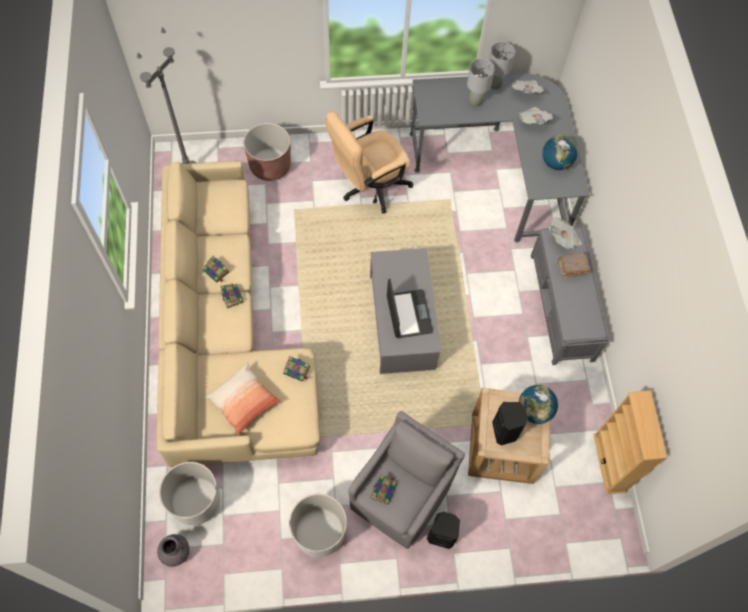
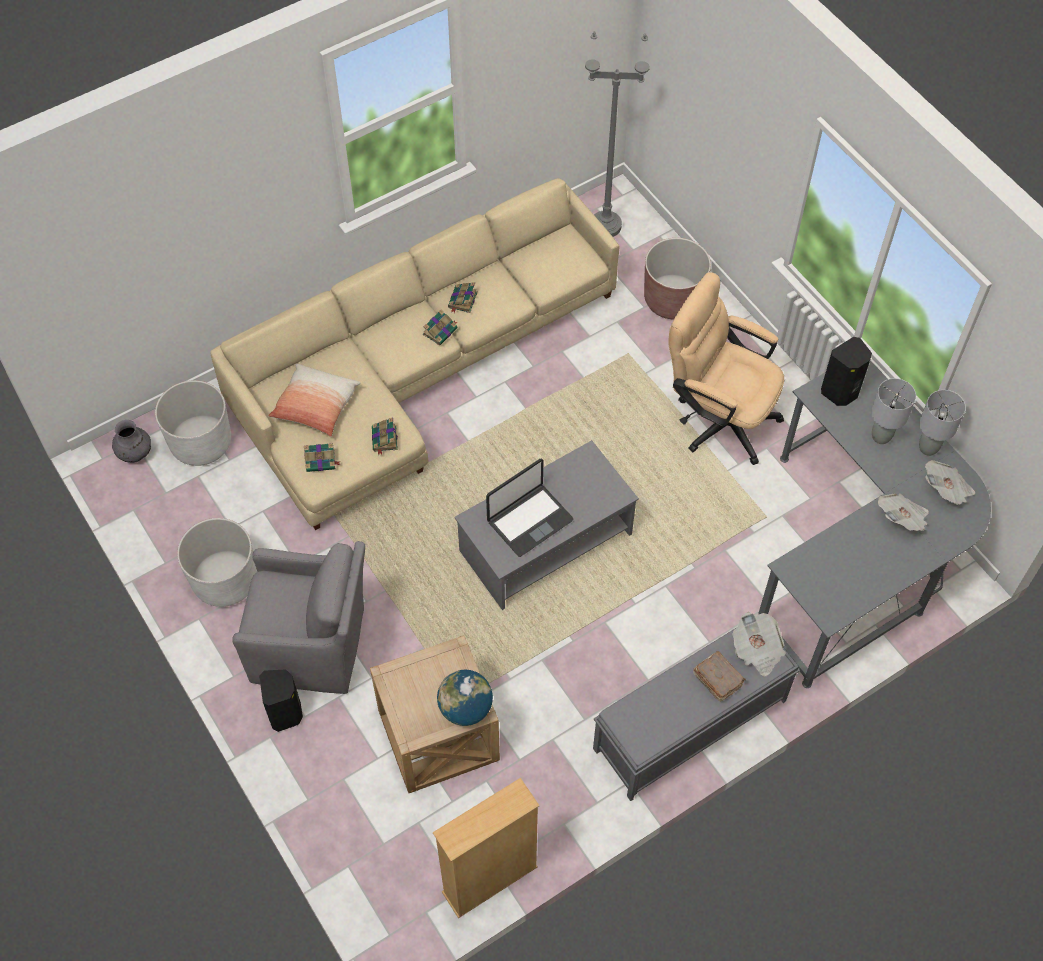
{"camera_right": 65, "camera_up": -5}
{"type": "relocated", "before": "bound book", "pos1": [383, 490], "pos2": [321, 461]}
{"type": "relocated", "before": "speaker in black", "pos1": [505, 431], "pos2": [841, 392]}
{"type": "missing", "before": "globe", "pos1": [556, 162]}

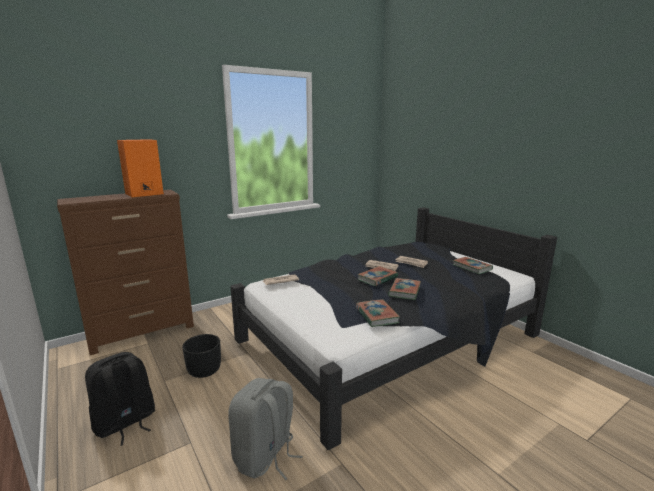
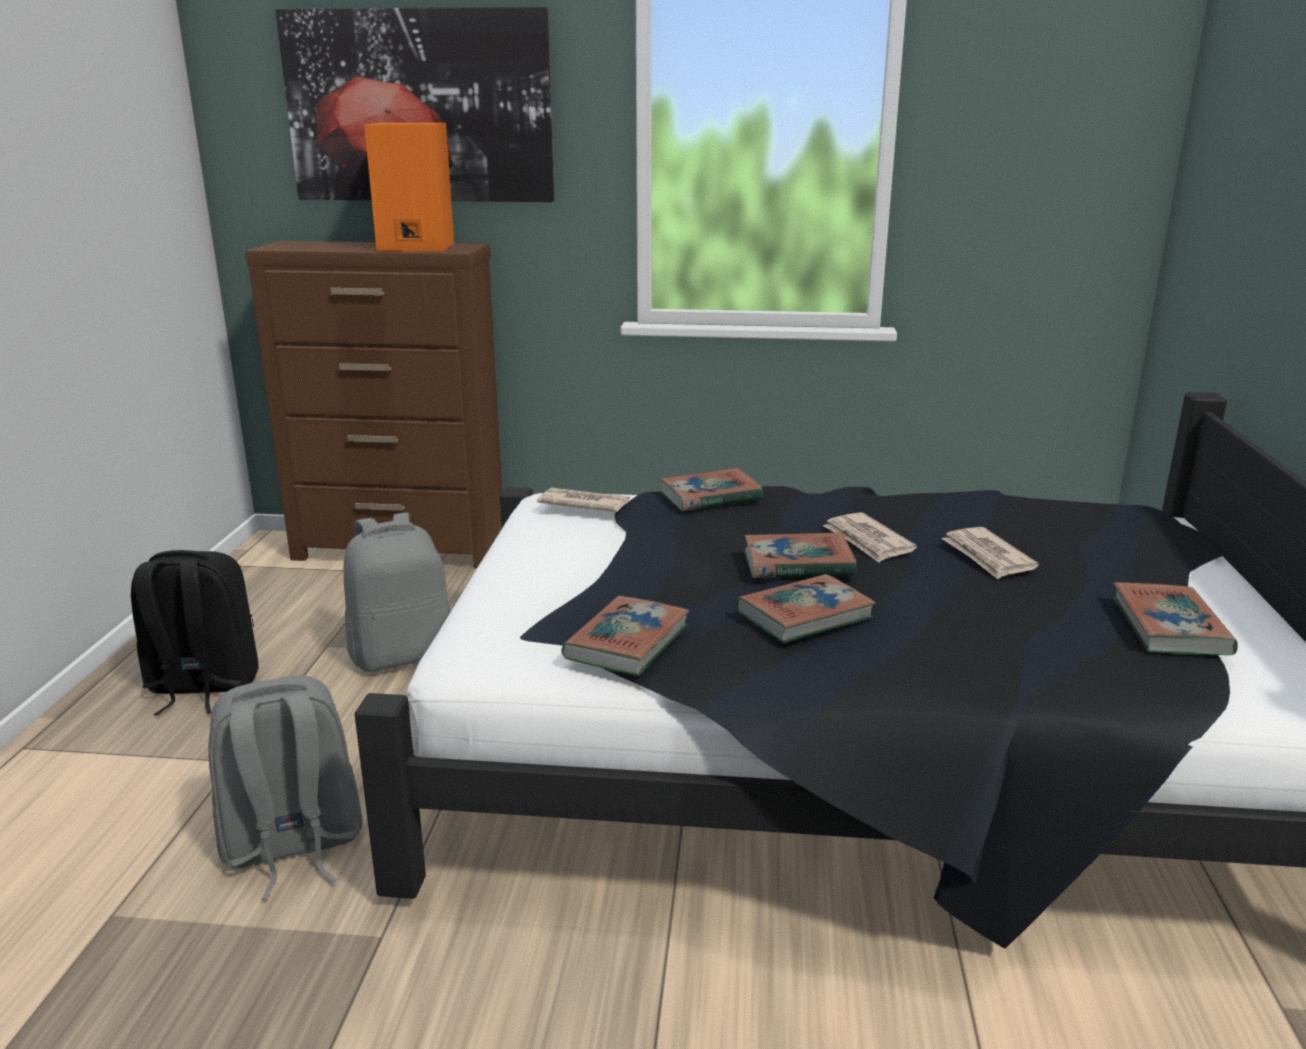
{"camera_right": 40, "camera_up": 5}
{"type": "exchanged", "before": "flower pot in black", "after": "backpack in gray", "pos1": [204, 370], "pos2": [402, 655]}
{"type": "appeared", "after": "wall art", "pos2": [419, 107]}
{"type": "appeared", "after": "bound book", "pos2": [710, 497]}

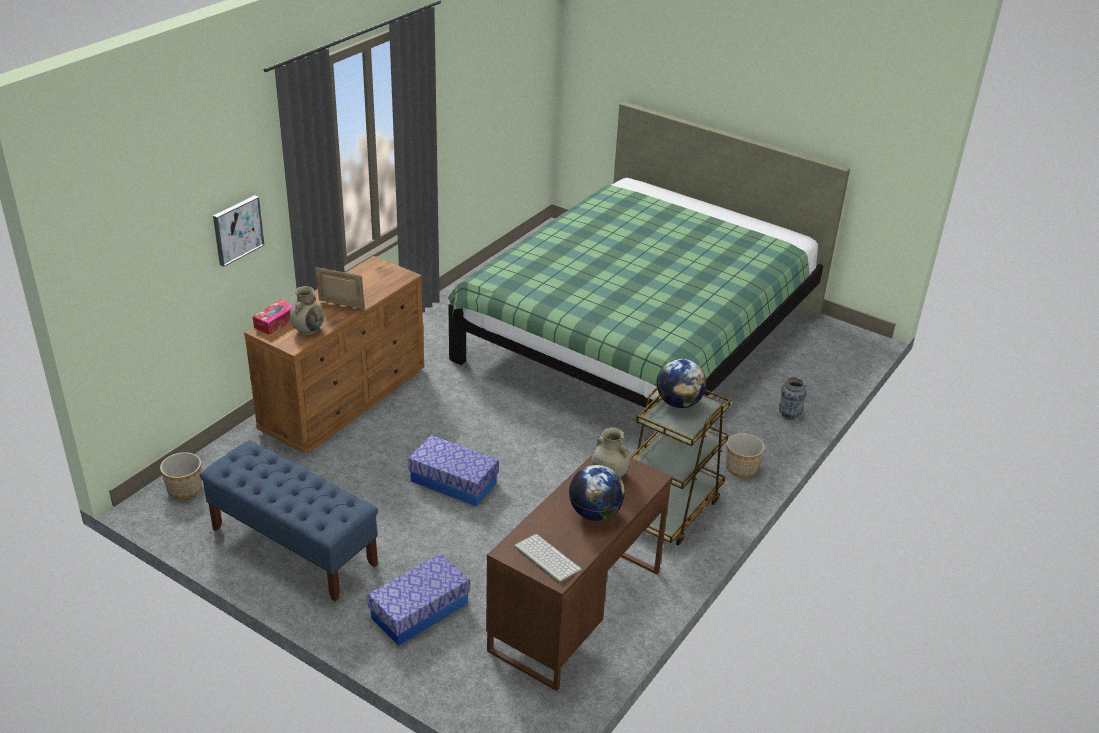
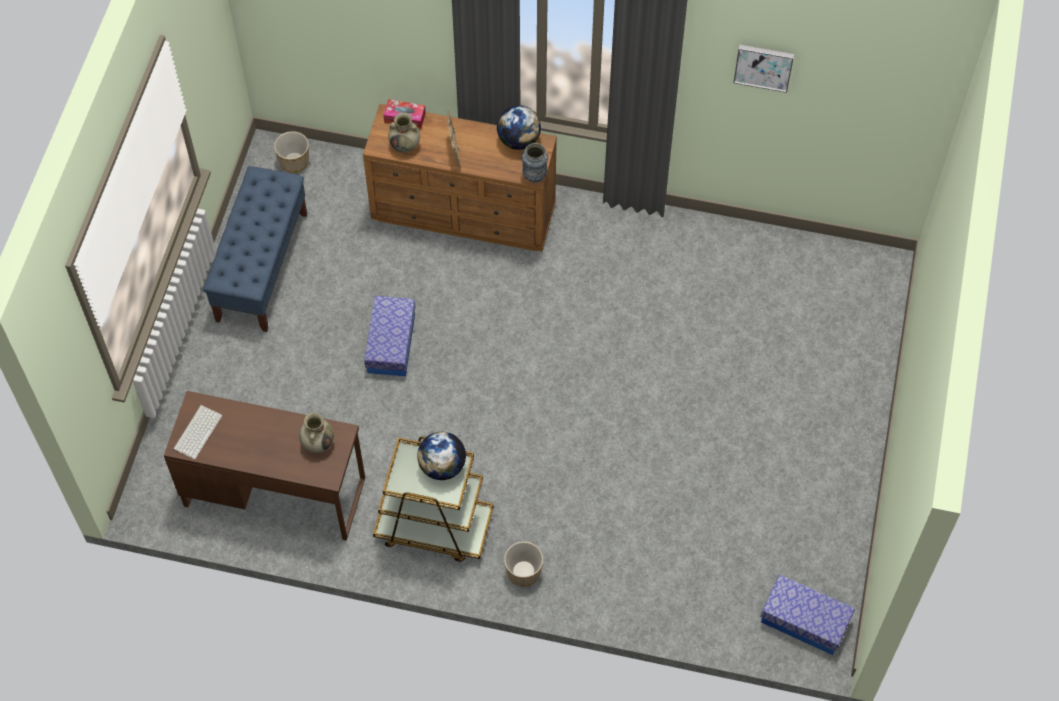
{"camera_right": 70, "camera_up": 25}
{"type": "relocated", "before": "wall art", "pos1": [237, 230], "pos2": [763, 66]}
{"type": "relocated", "before": "storage bin", "pos1": [419, 611], "pos2": [804, 621]}
{"type": "missing", "before": "bed in greenish", "pos1": [639, 337]}
{"type": "relocated", "before": "globe", "pos1": [595, 513], "pos2": [519, 140]}
{"type": "relocated", "before": "vase", "pos1": [789, 415], "pos2": [534, 176]}

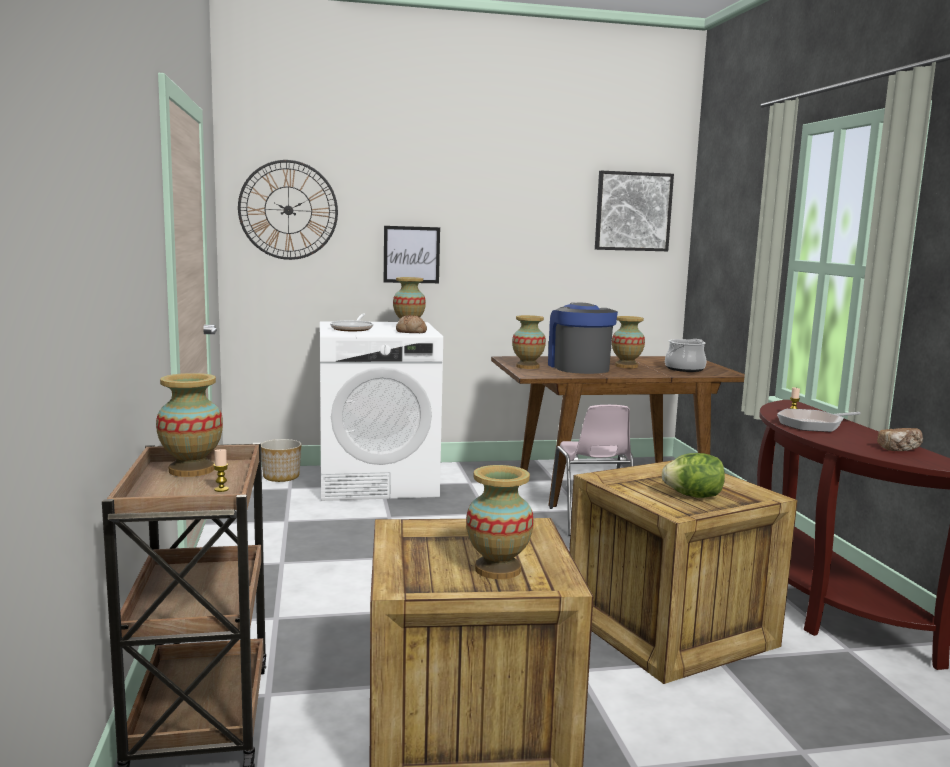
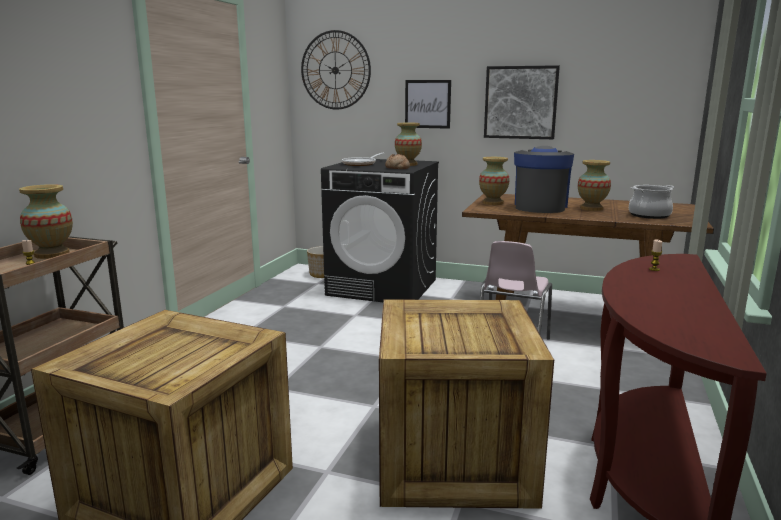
{"camera_right": 30, "camera_up": 5}
{"type": "colour", "before": "laundry appliance in white", "after": "laundry appliance in black", "pos1": [378, 481], "pos2": [383, 287]}
{"type": "missing", "before": "vase", "pos1": [497, 569]}
{"type": "relocated", "before": "wall art", "pos1": [633, 211], "pos2": [520, 102]}
{"type": "missing", "before": "head of lettuce", "pos1": [693, 496]}
{"type": "missing", "before": "frying pan", "pos1": [813, 425]}
{"type": "missing", "before": "bread", "pos1": [900, 449]}

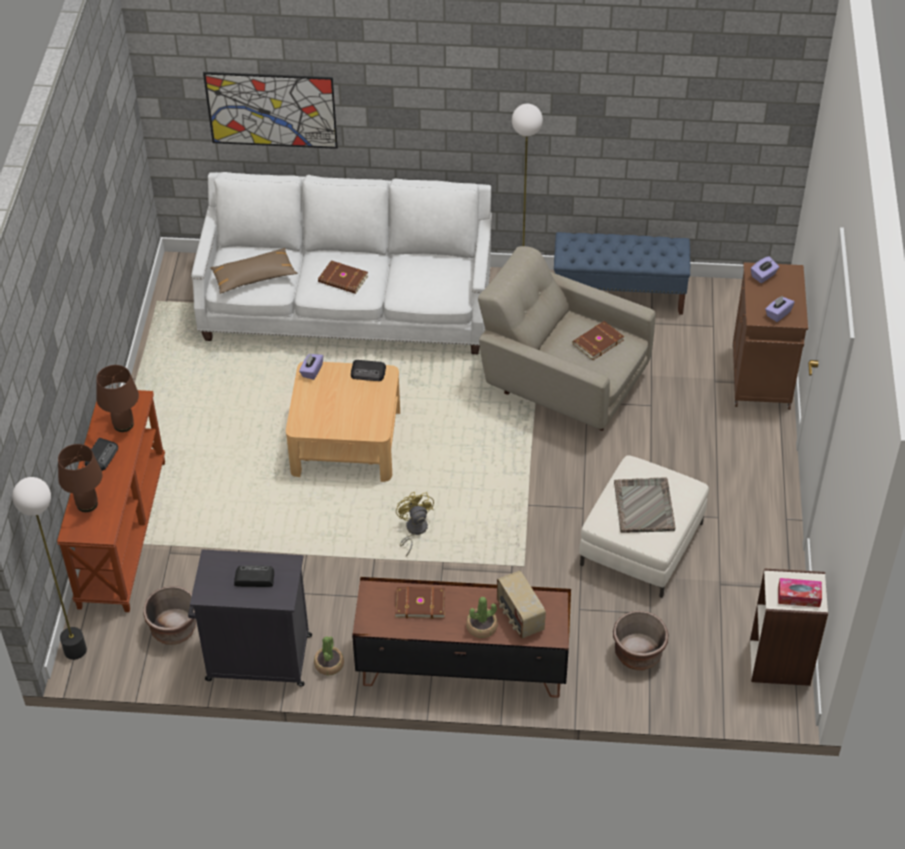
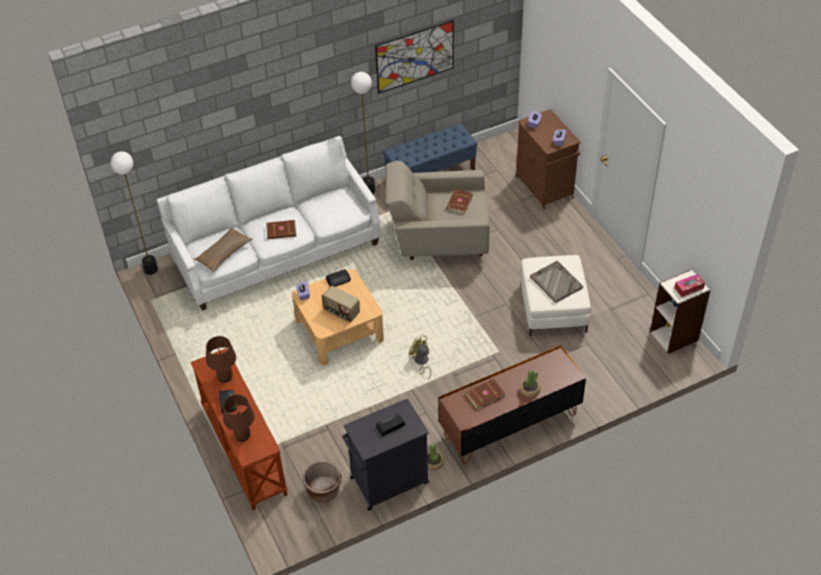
{"camera_right": -30, "camera_up": 0}
{"type": "relocated", "before": "floor lamp", "pos1": [75, 650], "pos2": [151, 269]}
{"type": "relocated", "before": "wall art", "pos1": [271, 110], "pos2": [415, 56]}
{"type": "relocated", "before": "radio", "pos1": [519, 617], "pos2": [341, 312]}
{"type": "missing", "before": "flower pot in brown", "pos1": [638, 654]}

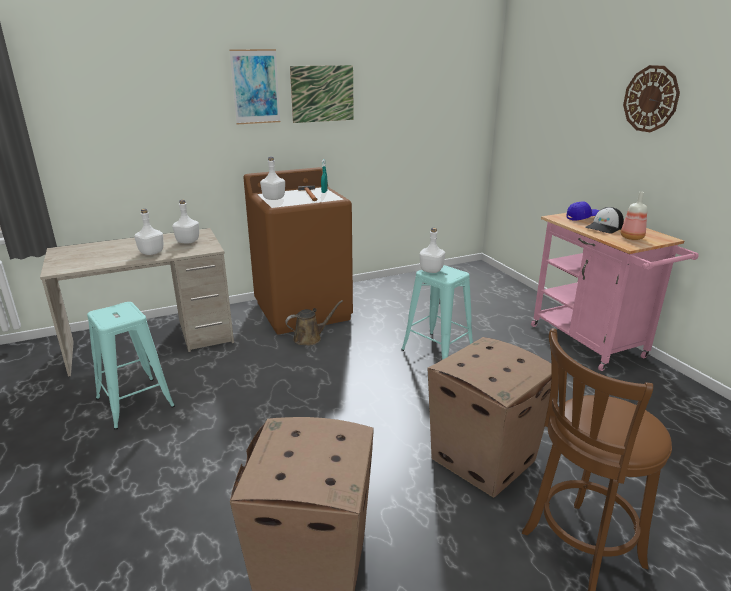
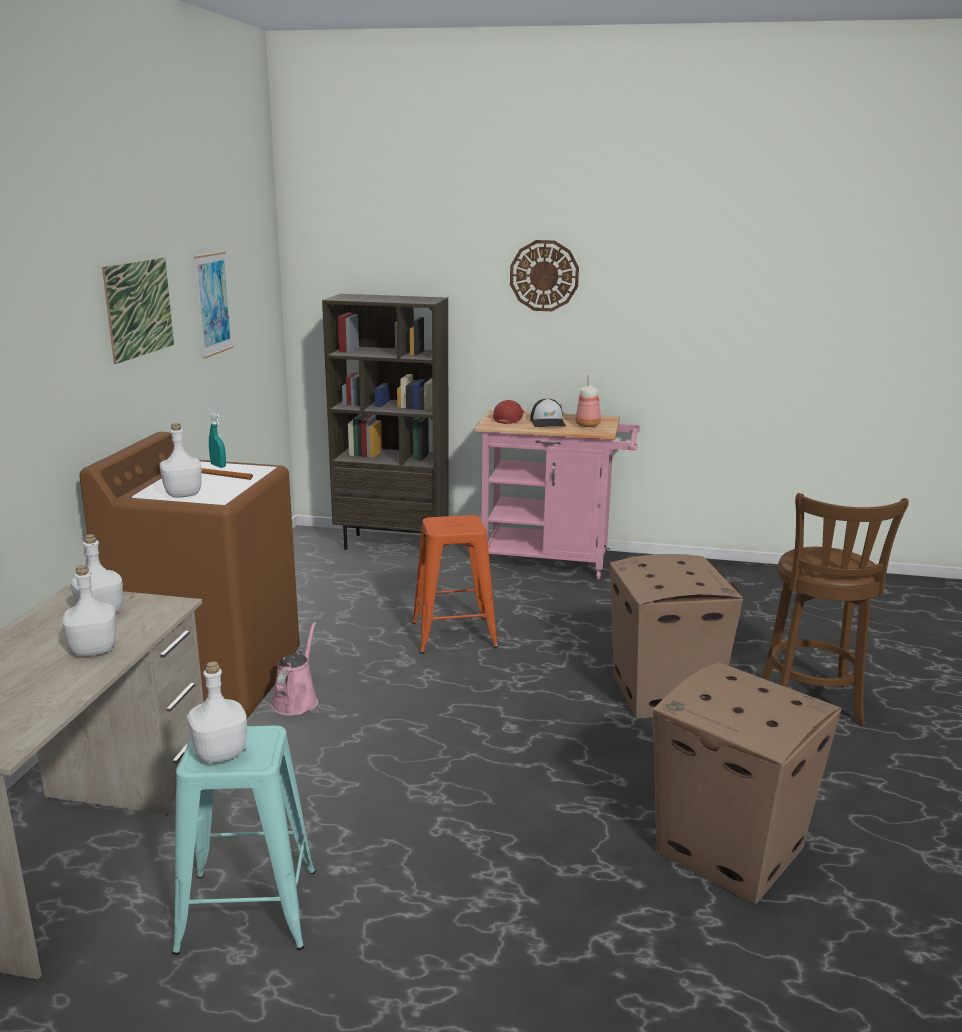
{"camera_right": -55, "camera_up": -5}
{"type": "relocated", "before": "wall art", "pos1": [255, 87], "pos2": [213, 304]}
{"type": "colour", "before": "watering can in brown", "after": "watering can in pink-coloured", "pos1": [310, 338], "pos2": [296, 700]}
{"type": "colour", "before": "stool seat in turquoise", "after": "stool seat in orangey", "pos1": [437, 351], "pos2": [454, 635]}
{"type": "relocated", "before": "beverage bottle in white", "pos1": [431, 270], "pos2": [220, 754]}
{"type": "colour", "before": "peaked cap in blue-coloured", "after": "peaked cap in red-coloured", "pos1": [582, 218], "pos2": [509, 419]}
{"type": "appeared", "after": "bookshelf in brown", "pos2": [393, 545]}

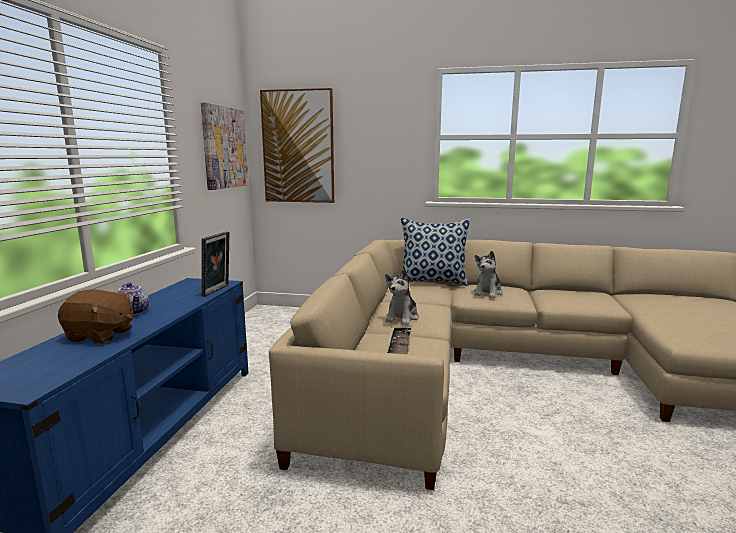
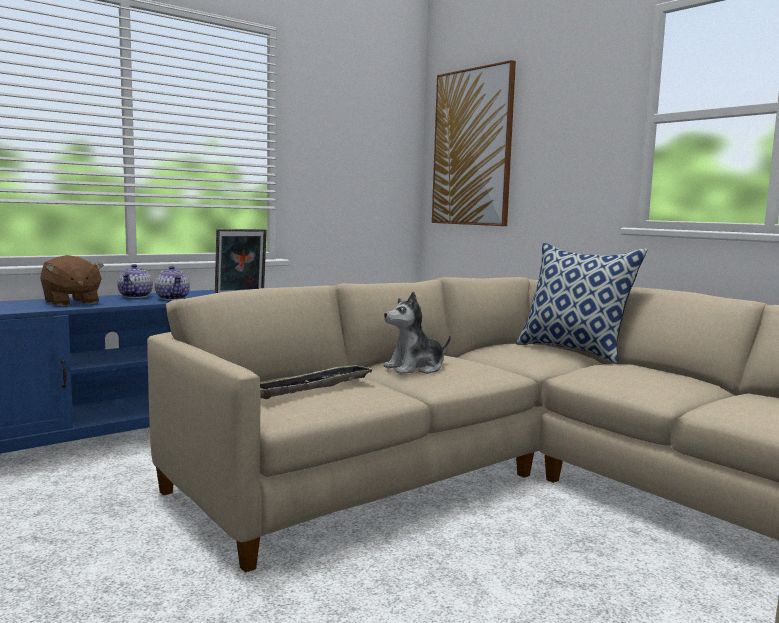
{"camera_right": 40, "camera_up": -5}
{"type": "missing", "before": "wall art", "pos1": [224, 147]}
{"type": "missing", "before": "soft toy", "pos1": [488, 293]}
{"type": "appeared", "after": "teapot", "pos2": [173, 298]}

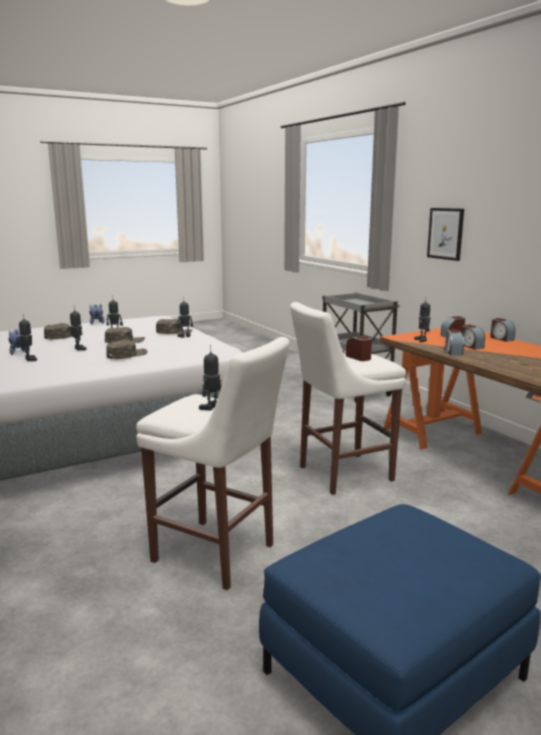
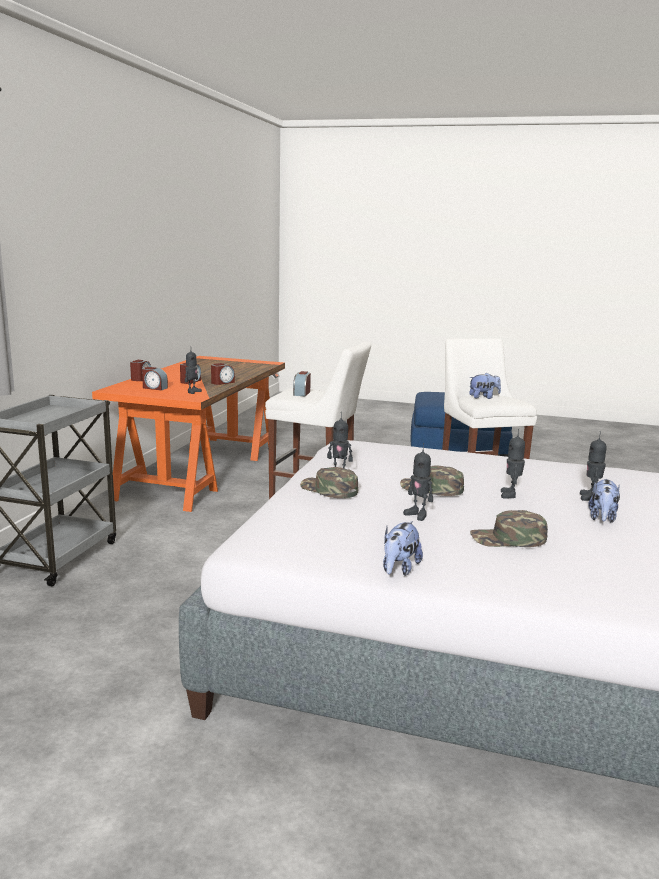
{"camera_right": -135, "camera_up": 0}
{"type": "missing", "before": "peaked cap in greenish", "pos1": [126, 355]}
{"type": "exchanged", "before": "toy robot", "after": "soft toy", "pos1": [211, 408], "pos2": [483, 397]}
{"type": "missing", "before": "wall art", "pos1": [445, 233]}

